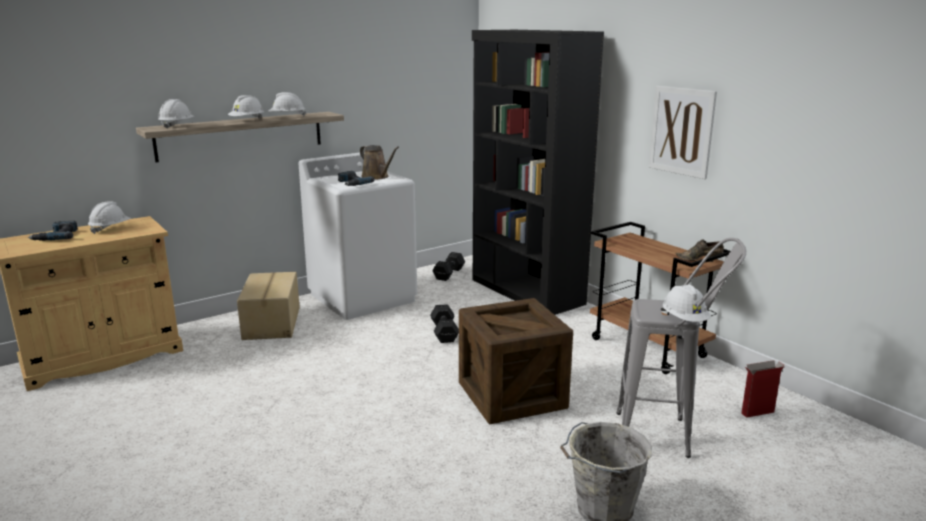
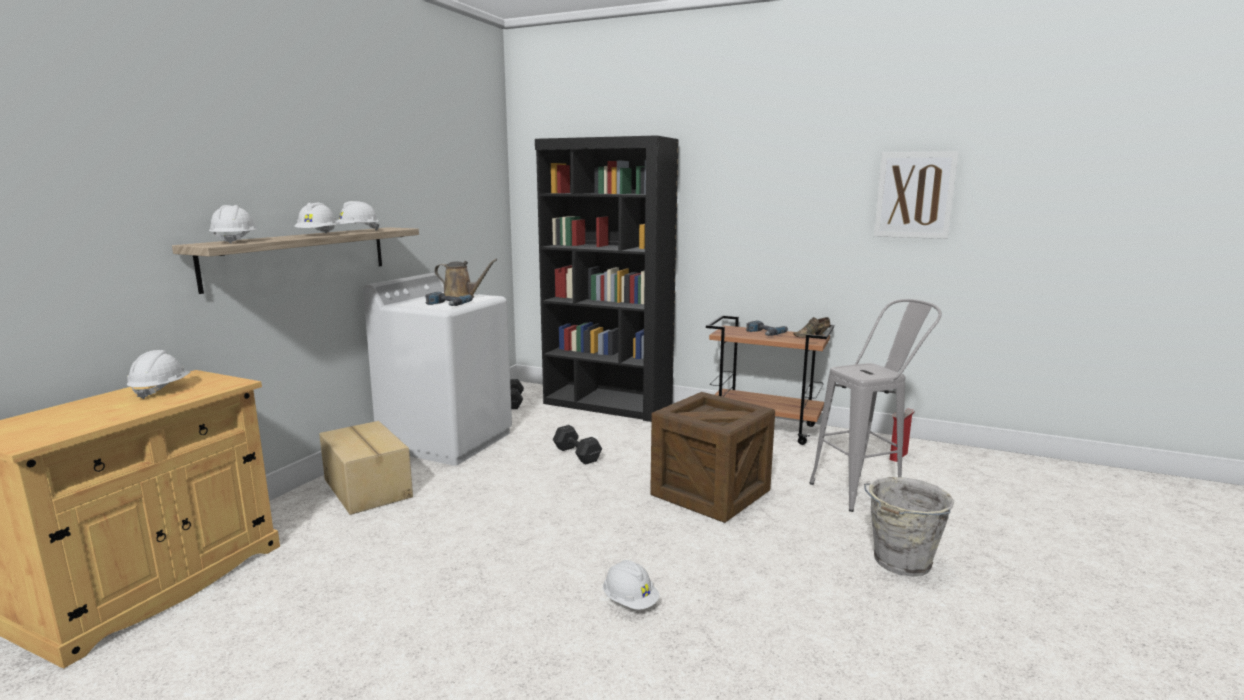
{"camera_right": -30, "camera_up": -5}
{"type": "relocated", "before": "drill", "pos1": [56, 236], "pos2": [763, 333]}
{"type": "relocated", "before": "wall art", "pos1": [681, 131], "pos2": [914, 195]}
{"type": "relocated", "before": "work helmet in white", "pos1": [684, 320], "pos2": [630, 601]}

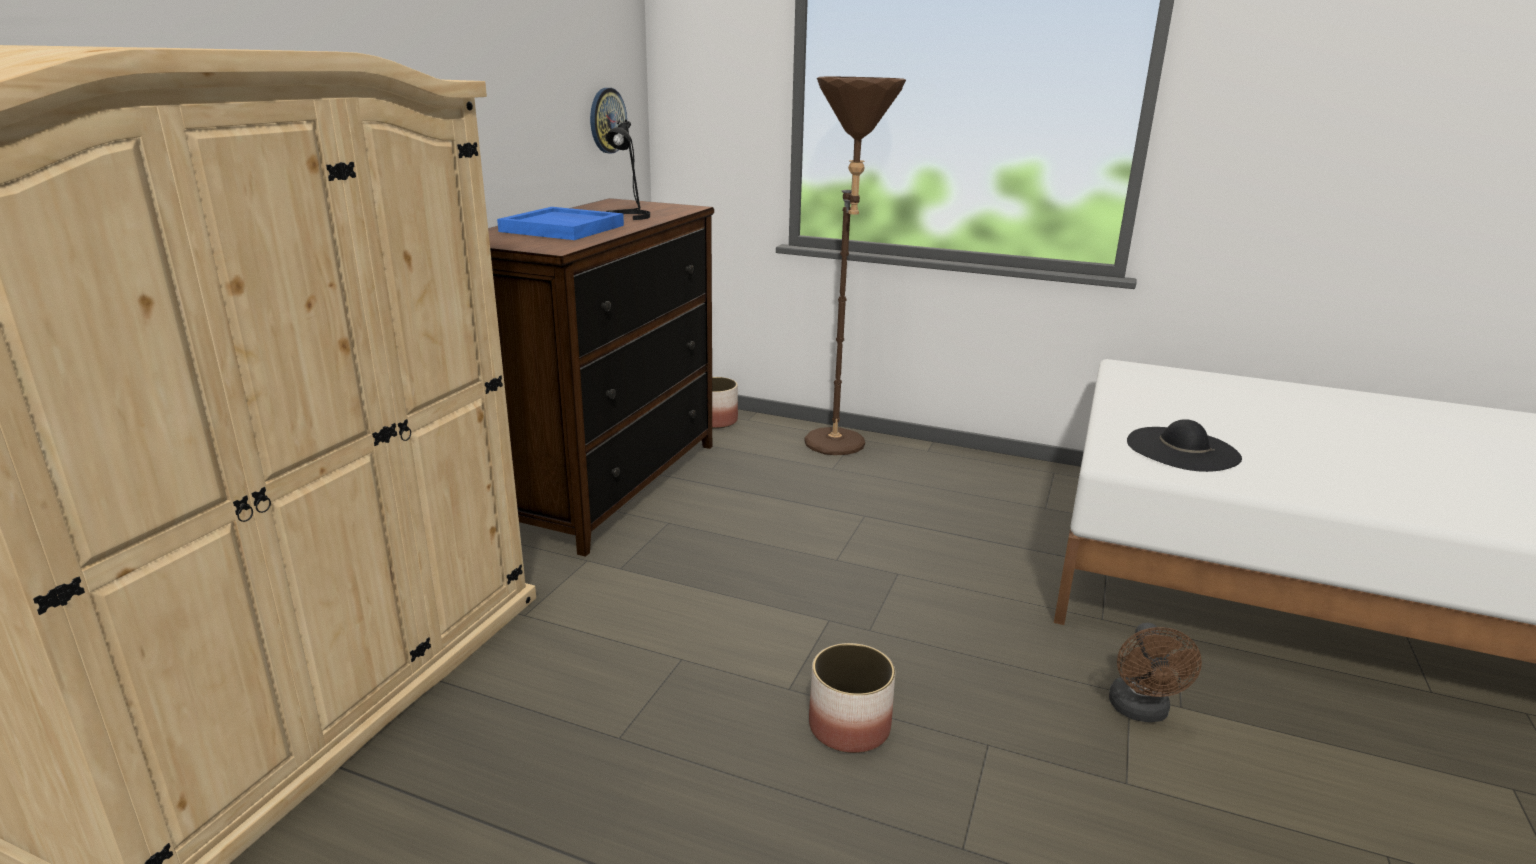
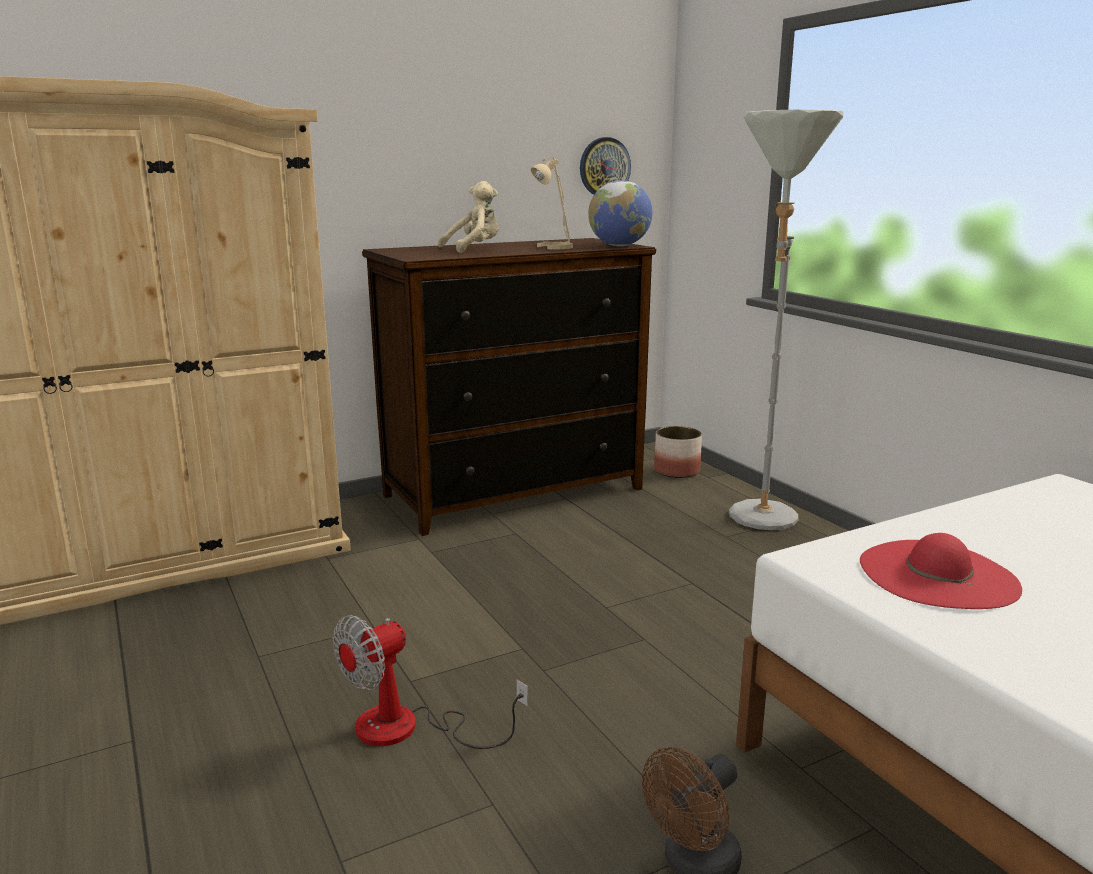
{"camera_right": 40, "camera_up": -5}
{"type": "exchanged", "before": "serving tray in blue-coloured", "after": "soft toy in sand-coloured", "pos1": [564, 228], "pos2": [474, 249]}
{"type": "colour", "before": "tabletop lamp in black", "after": "tabletop lamp in sand-coloured", "pos1": [628, 216], "pos2": [553, 247]}
{"type": "colour", "before": "floor lamp in brown", "after": "floor lamp in gray", "pos1": [839, 449], "pos2": [759, 522]}
{"type": "exchanged", "before": "flower pot", "after": "cooling fan", "pos1": [850, 726], "pos2": [408, 729]}
{"type": "colour", "before": "hat in black", "after": "hat in red-coloured", "pos1": [1182, 449], "pos2": [937, 574]}
{"type": "appeared", "after": "globe", "pos2": [619, 246]}

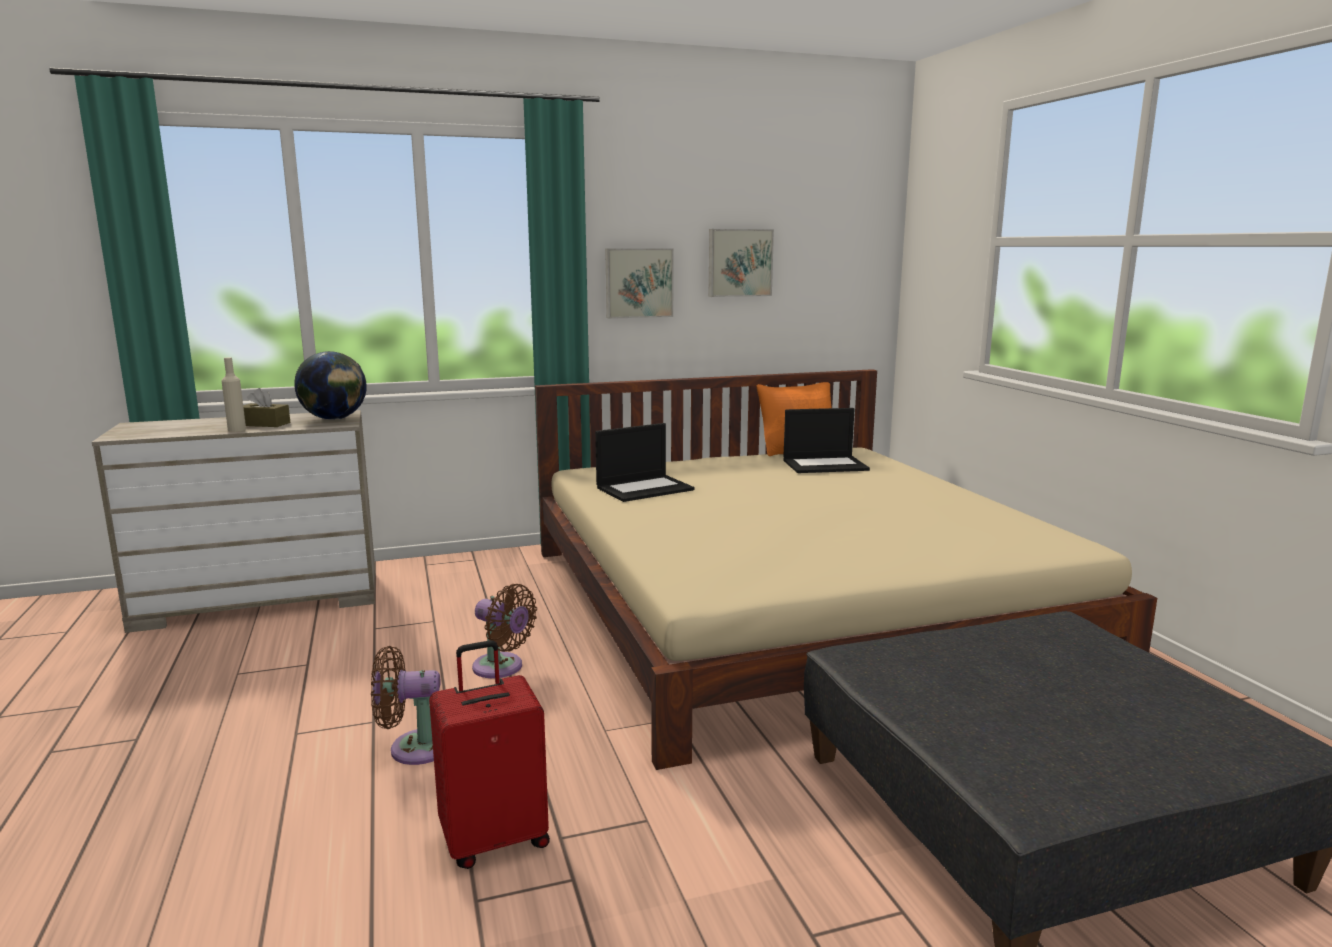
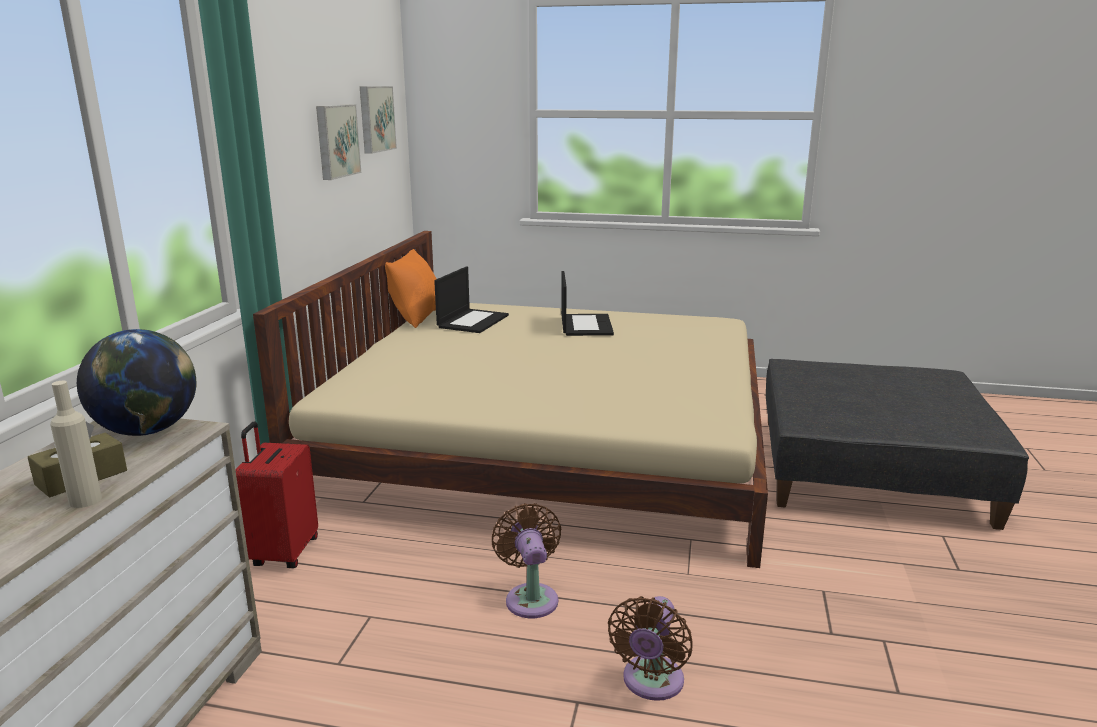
{"camera_right": -60, "camera_up": 5}
{"type": "relocated", "before": "suitcase in red-coloured", "pos1": [494, 839], "pos2": [283, 553]}
{"type": "spun", "before": "cooling fan in brown", "pos1": [502, 668], "pos2": [530, 597], "turn": -75}
{"type": "relocated", "before": "notebook computer", "pos1": [645, 488], "pos2": [585, 325]}
{"type": "relocated", "before": "wall art", "pos1": [638, 283], "pos2": [375, 119]}

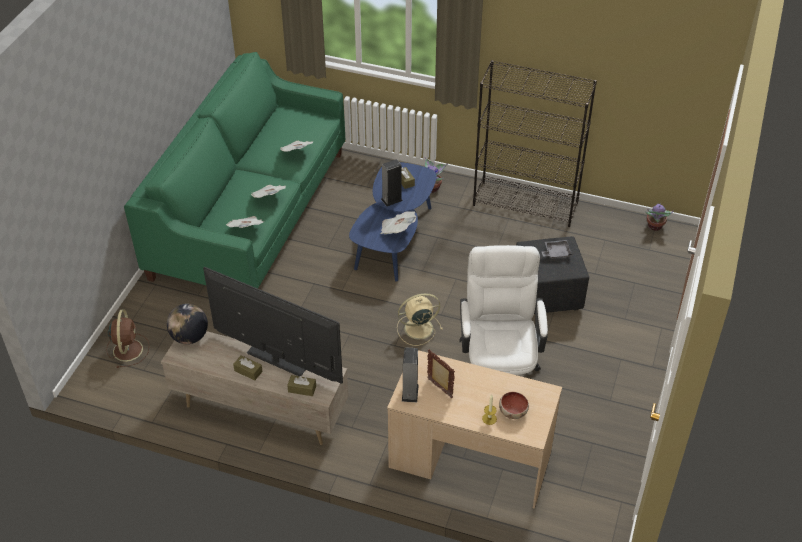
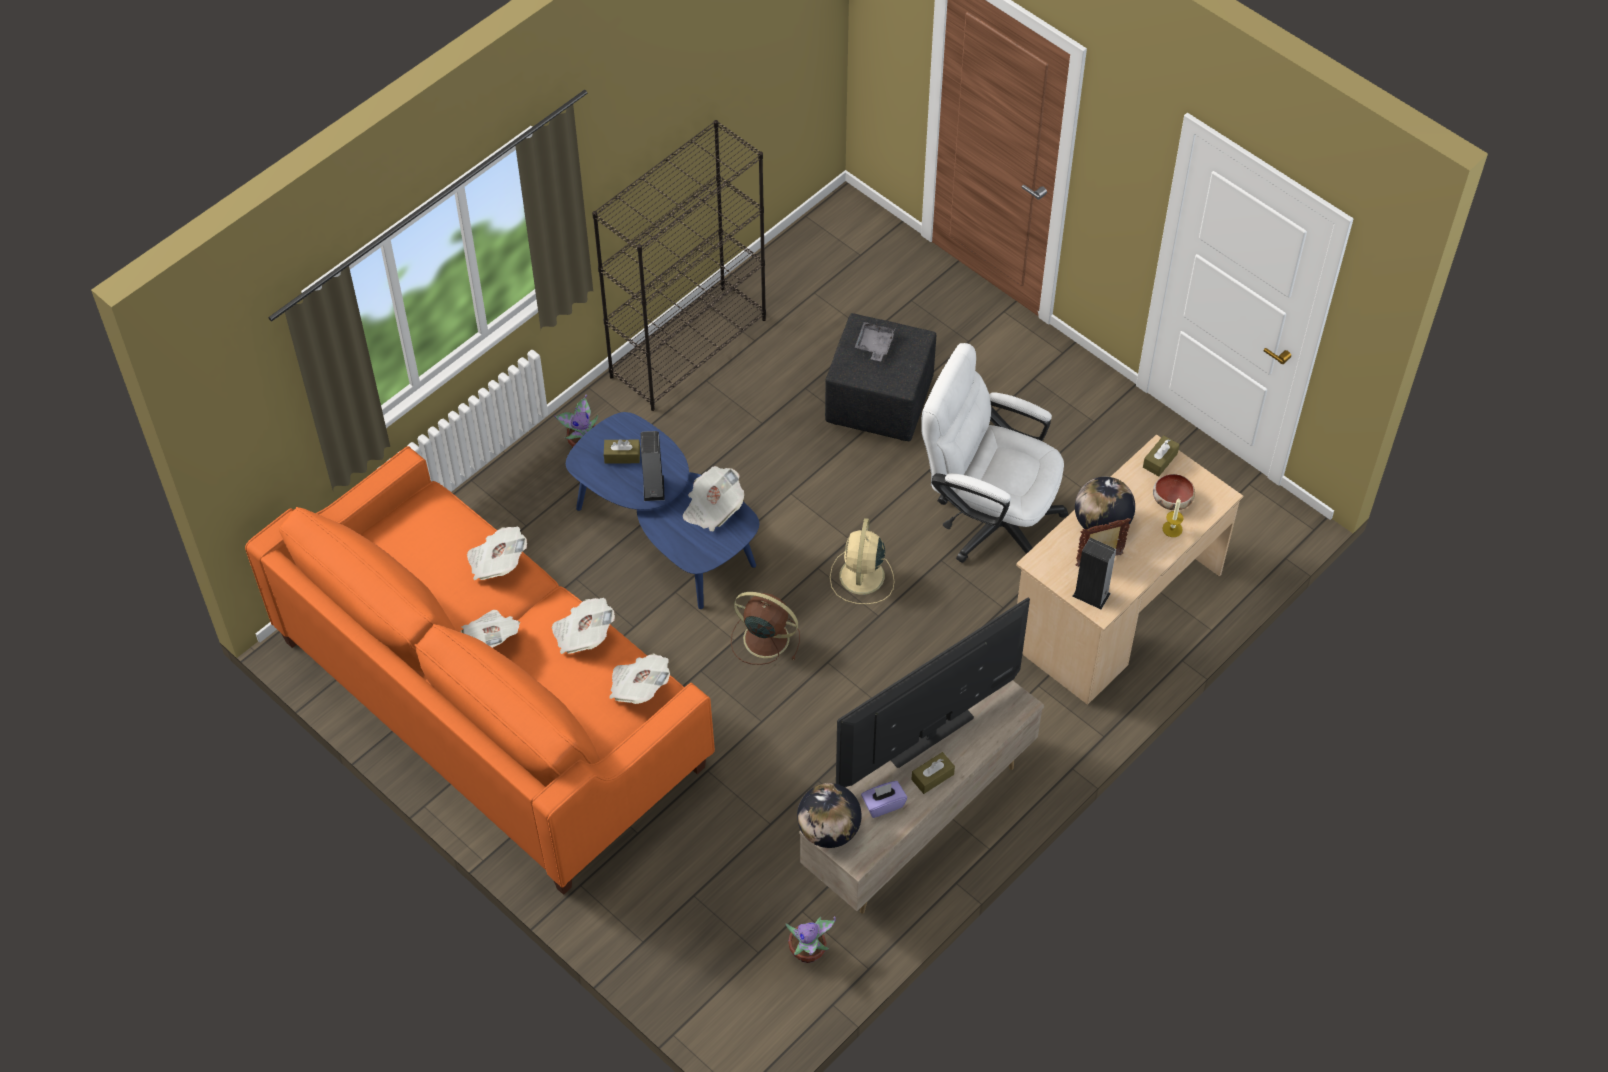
{"camera_right": -65, "camera_up": 10}
{"type": "relocated", "before": "cooling fan in brown", "pos1": [128, 349], "pos2": [764, 638]}
{"type": "colour", "before": "sofa in greenish", "after": "sofa in orangey", "pos1": [250, 213], "pos2": [492, 703]}
{"type": "relocated", "before": "tissue holder in brown", "pos1": [302, 389], "pos2": [1160, 460]}
{"type": "relocated", "before": "plant in a pot", "pos1": [654, 227], "pos2": [808, 952]}
{"type": "appeared", "after": "printed paper", "pos2": [491, 638]}
{"type": "appeared", "after": "tissue holder in purple-coloured", "pos2": [883, 804]}
{"type": "appeared", "after": "globe", "pos2": [1101, 524]}

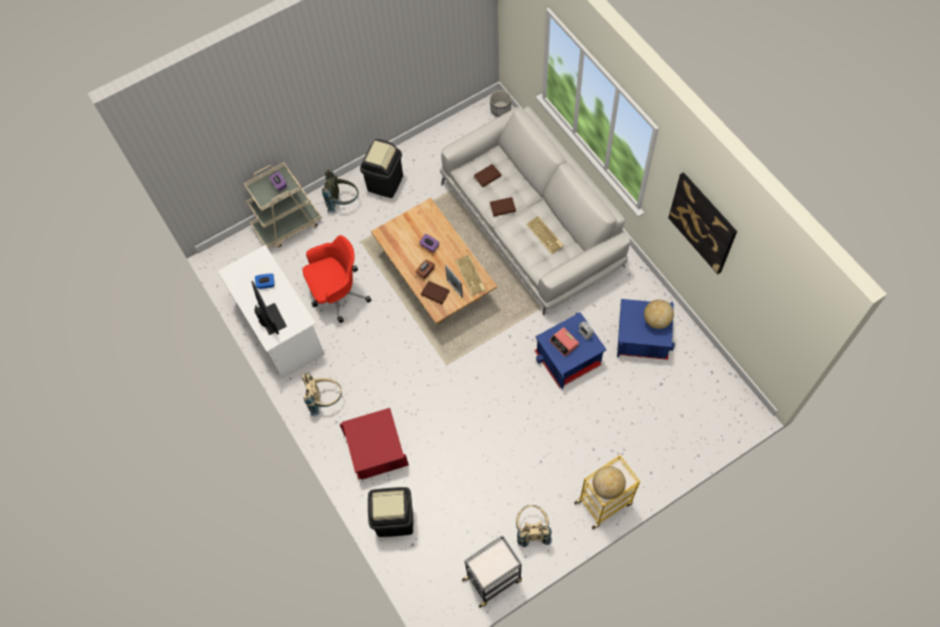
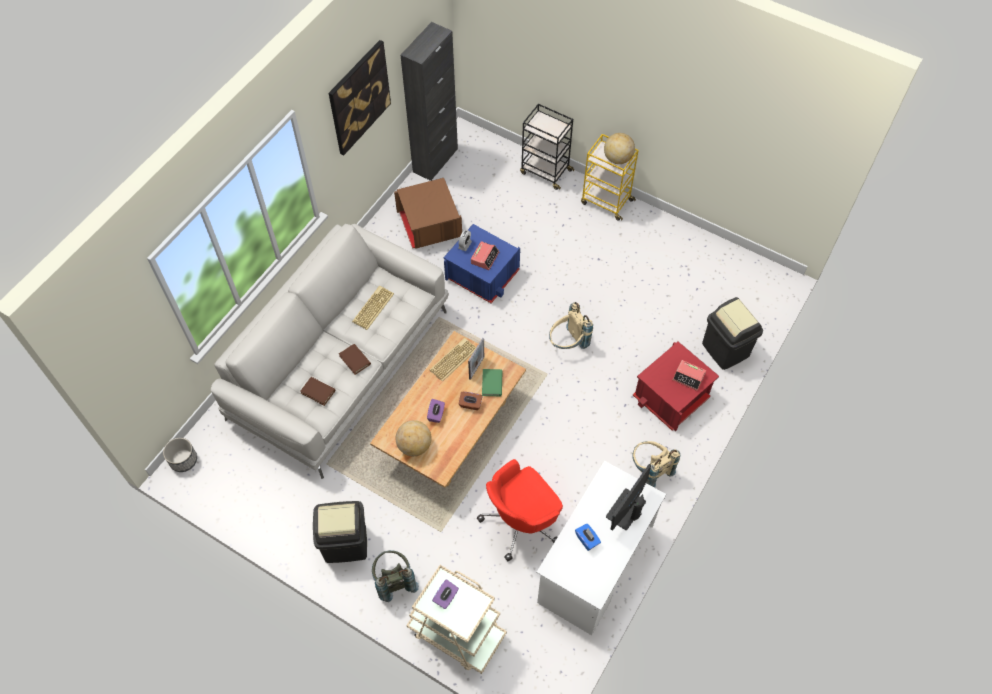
{"camera_right": -120, "camera_up": -5}
{"type": "spun", "before": "computer chair in red-coloured", "pos1": [338, 294], "pos2": [521, 521], "turn": -75}
{"type": "colour", "before": "bound book in brown", "after": "bound book in greenish", "pos1": [435, 293], "pos2": [492, 383]}
{"type": "relocated", "before": "wheeled cart in black", "pos1": [493, 579], "pos2": [545, 171]}
{"type": "relocated", "before": "backpack in sand-coloured", "pos1": [532, 530], "pos2": [568, 343]}
{"type": "colour", "before": "storage bin in blue-coloured", "after": "storage bin in brown", "pos1": [642, 336], "pos2": [429, 226]}
{"type": "relocated", "before": "globe", "pos1": [656, 320], "pos2": [414, 446]}
{"type": "appeared", "after": "storage cabinet in black", "pos2": [435, 160]}
{"type": "appeared", "after": "alarm clock", "pos2": [689, 377]}

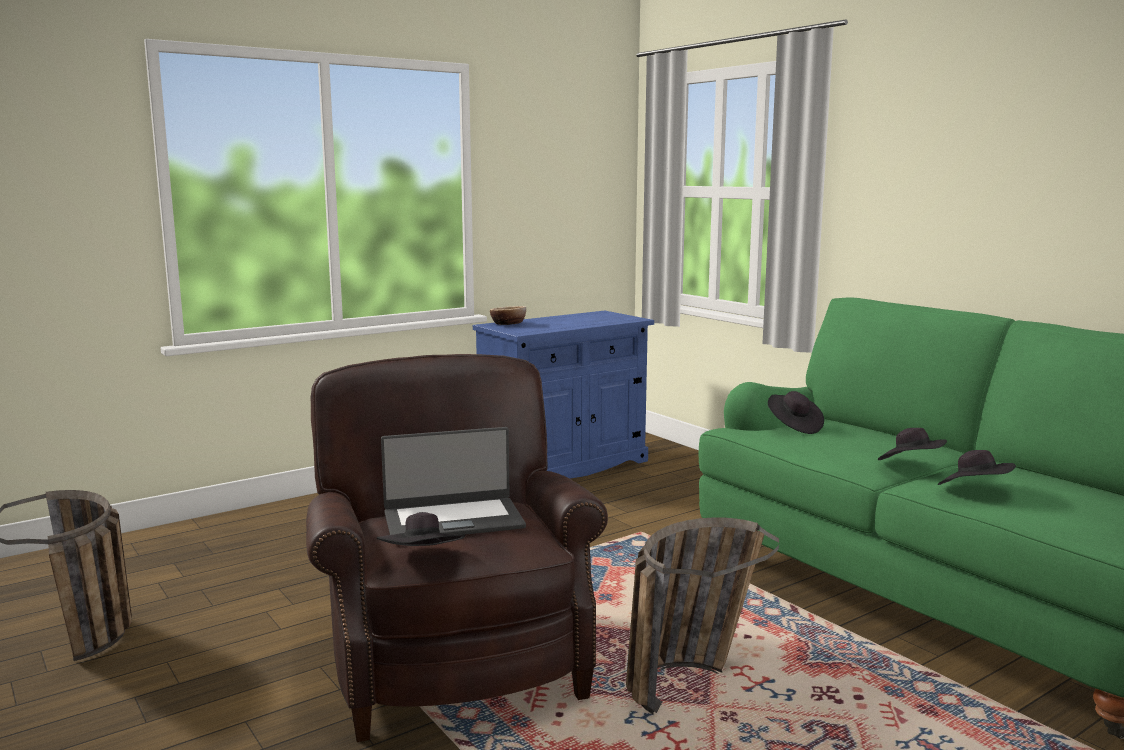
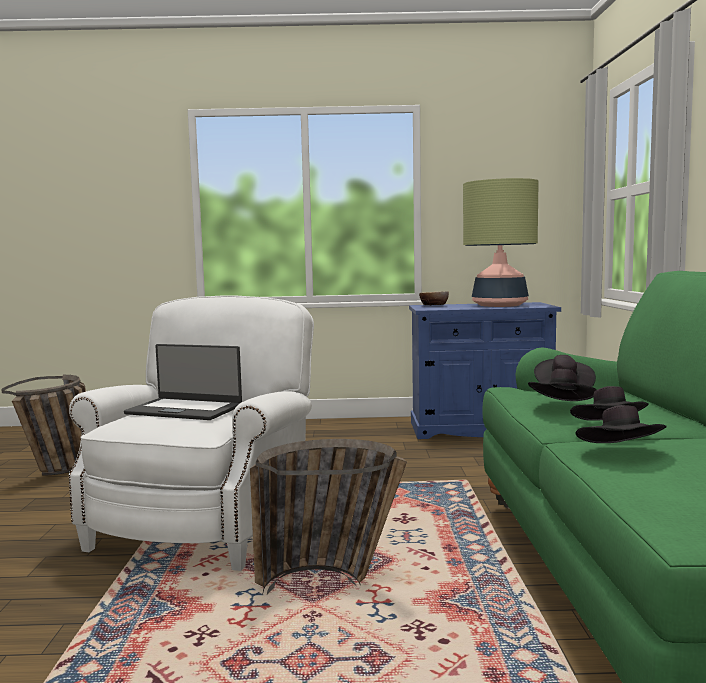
{"camera_right": 35, "camera_up": -5}
{"type": "colour", "before": "lounge chair in brown", "after": "lounge chair in white", "pos1": [452, 657], "pos2": [207, 523]}
{"type": "relocated", "before": "hat in black", "pos1": [423, 561], "pos2": [562, 406]}
{"type": "appeared", "after": "tabletop lamp", "pos2": [499, 305]}

